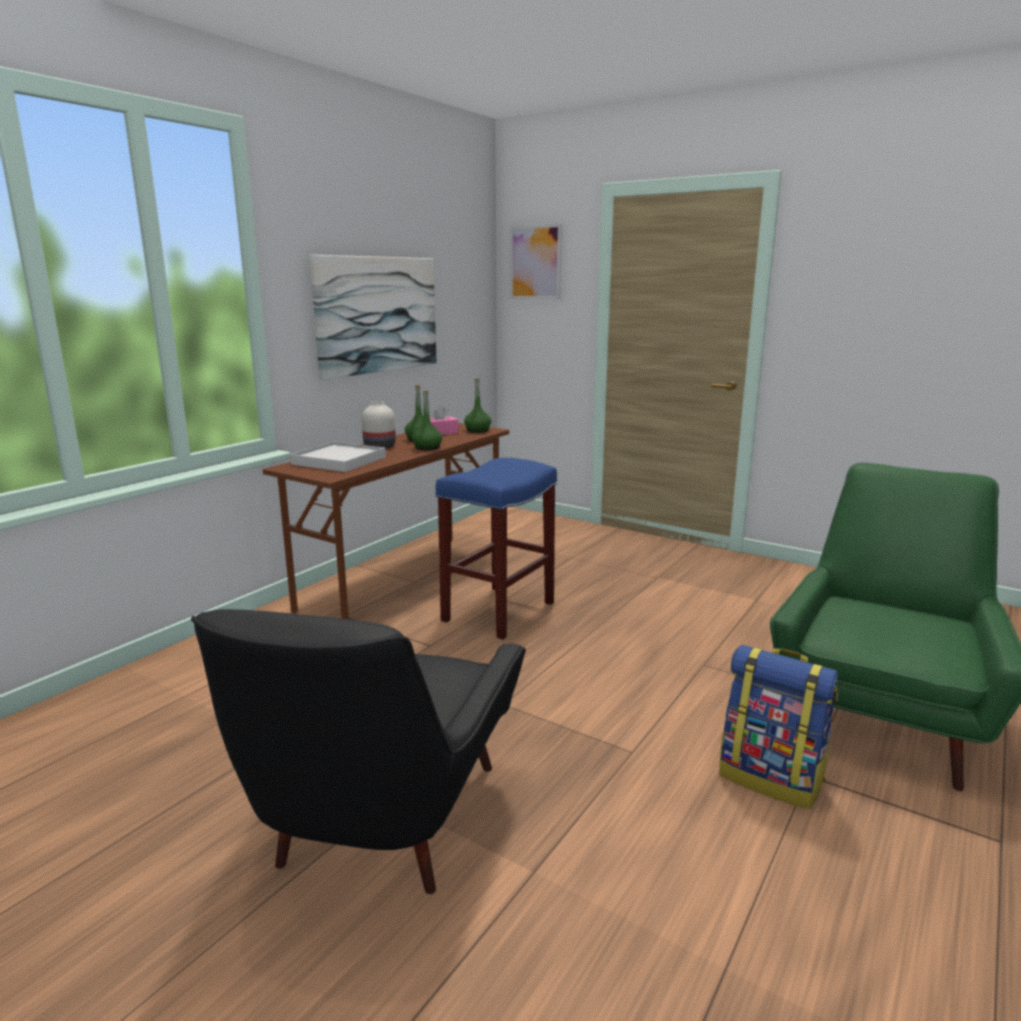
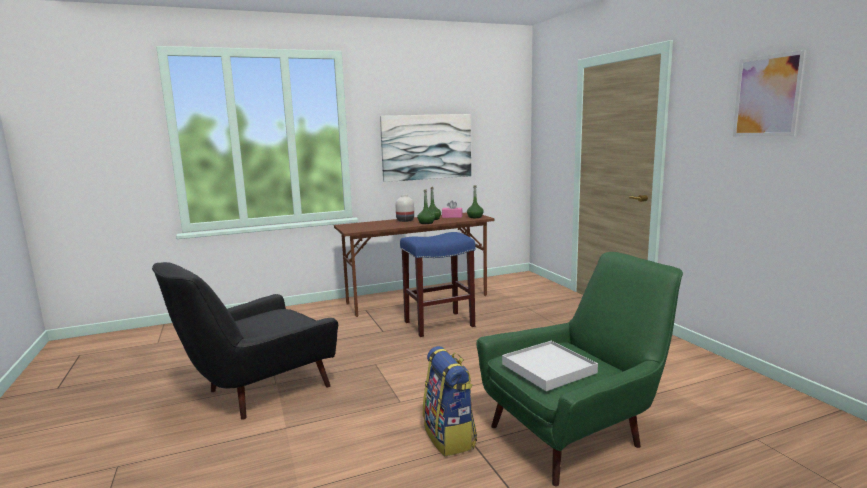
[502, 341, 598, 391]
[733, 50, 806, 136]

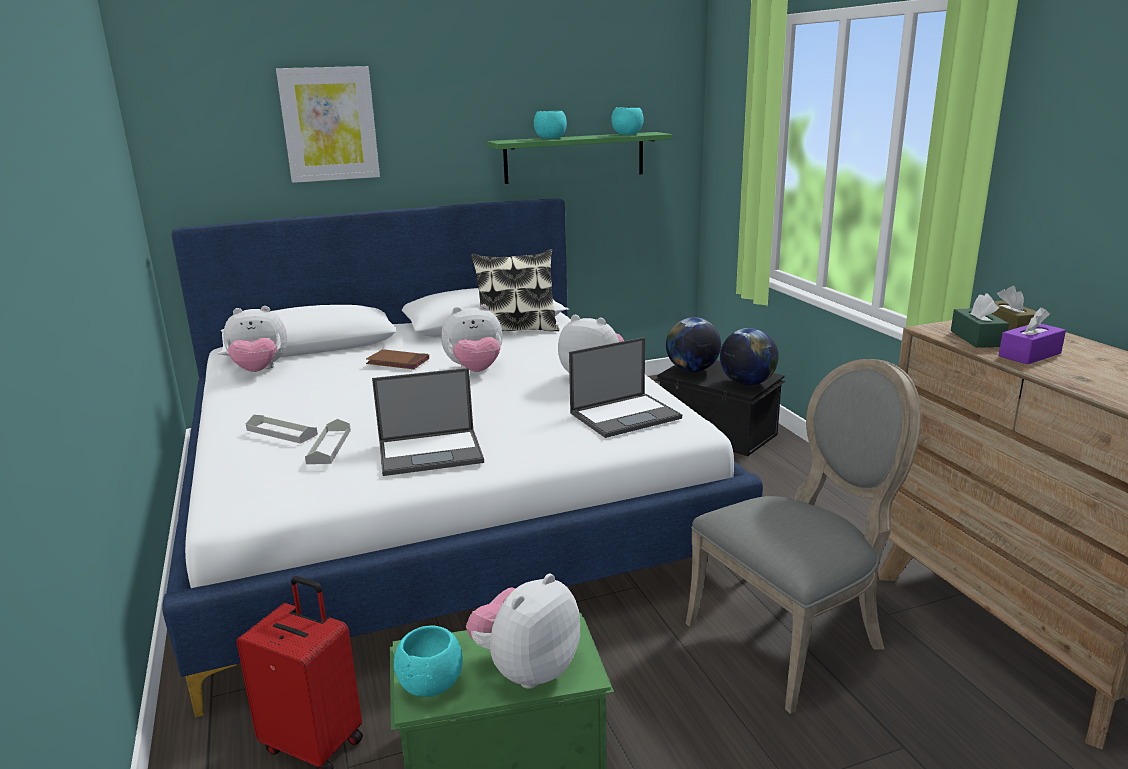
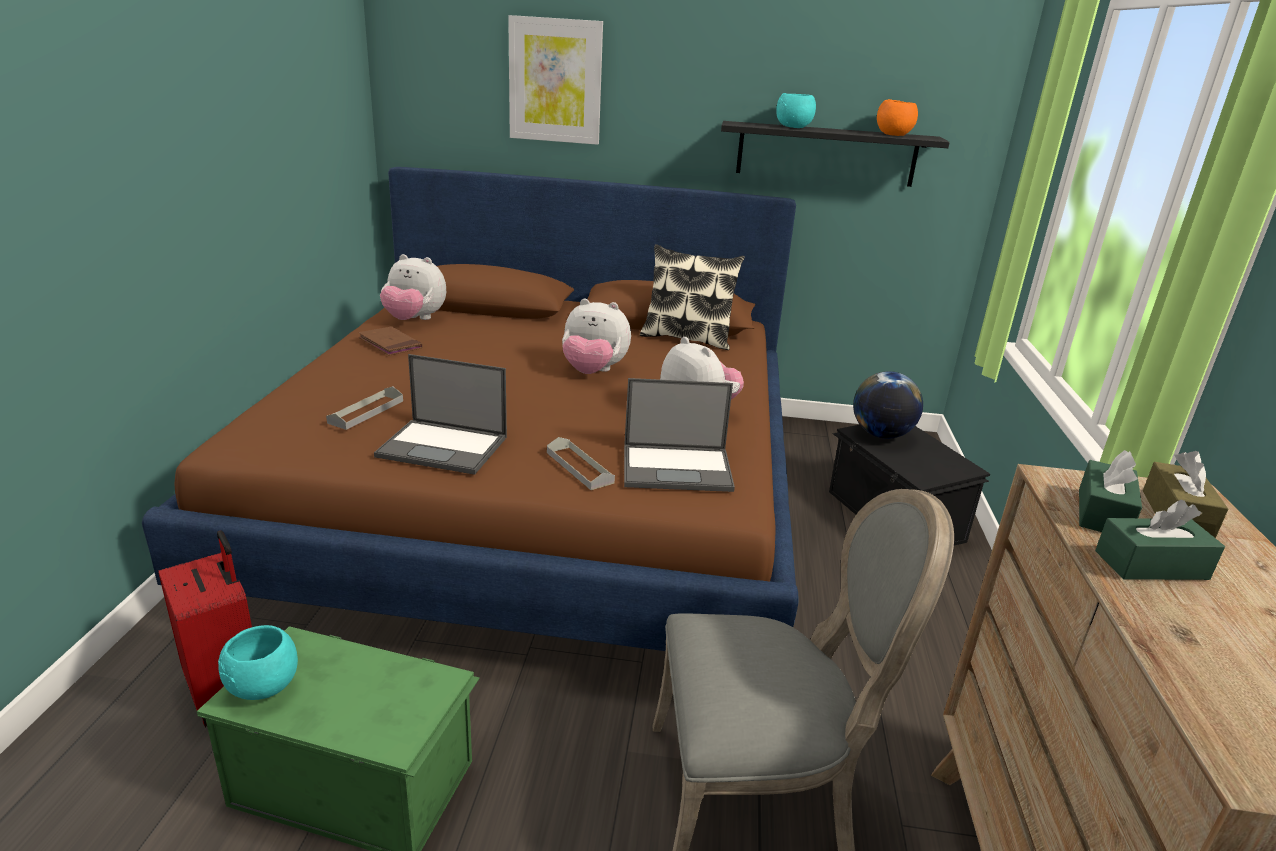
[142, 167, 799, 651]
[547, 437, 615, 490]
[358, 326, 422, 356]
[466, 574, 580, 689] (first image)
[721, 121, 950, 187]
[877, 99, 918, 136]
[720, 328, 779, 386] (first image)
[1095, 500, 1225, 580]

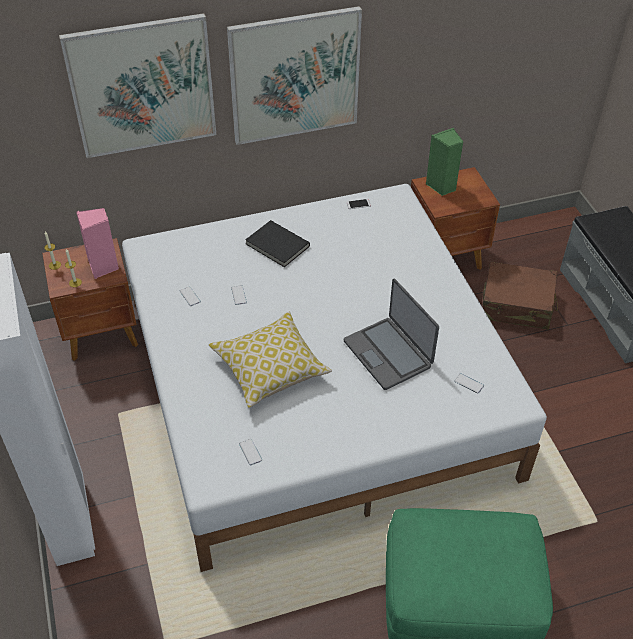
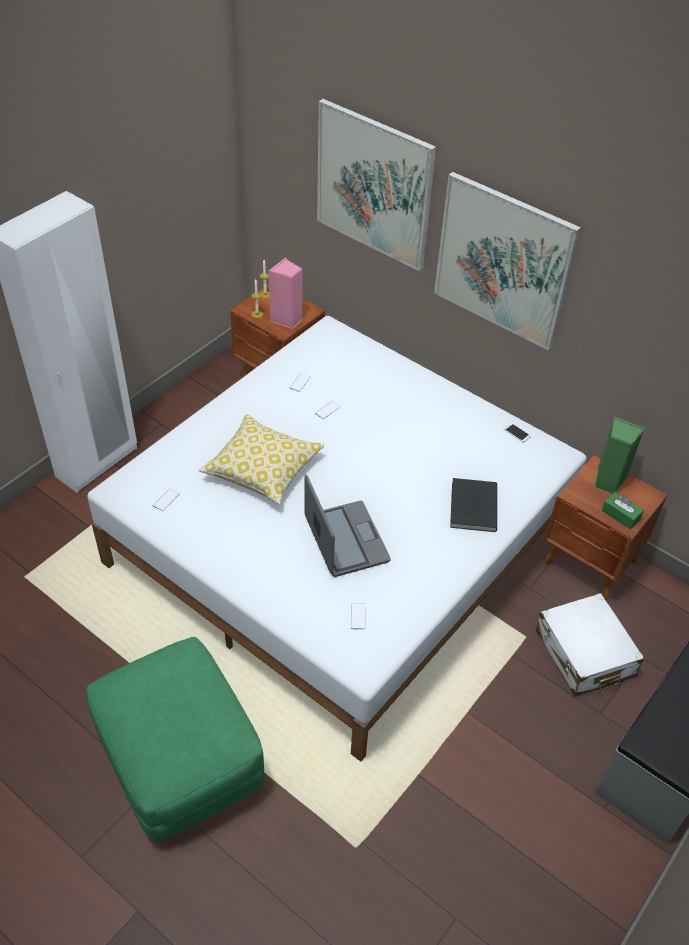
[450, 478, 497, 532]
[305, 475, 391, 577]
[536, 593, 644, 696]
[602, 492, 644, 529]

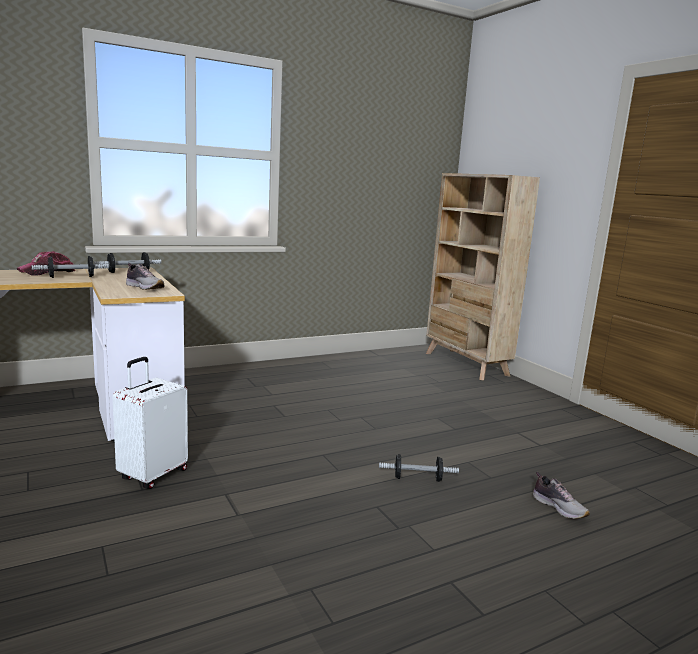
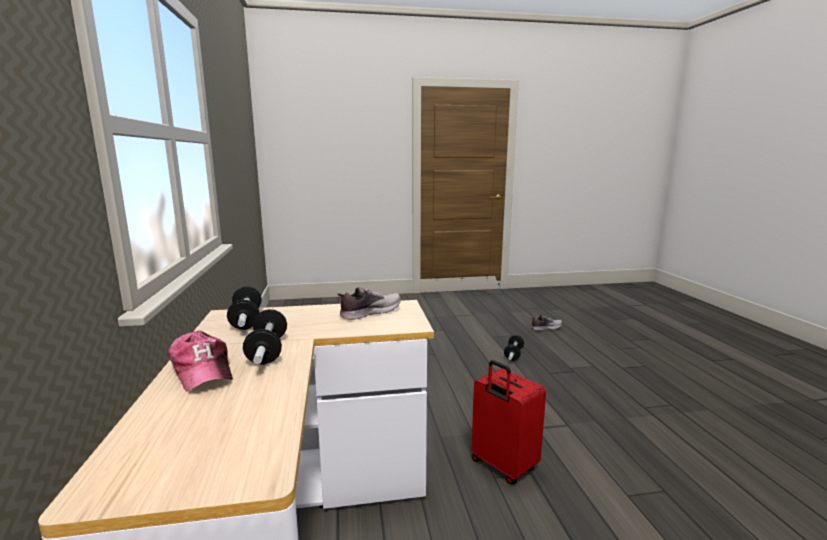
[472, 360, 546, 484]
[426, 173, 540, 381] (first image)

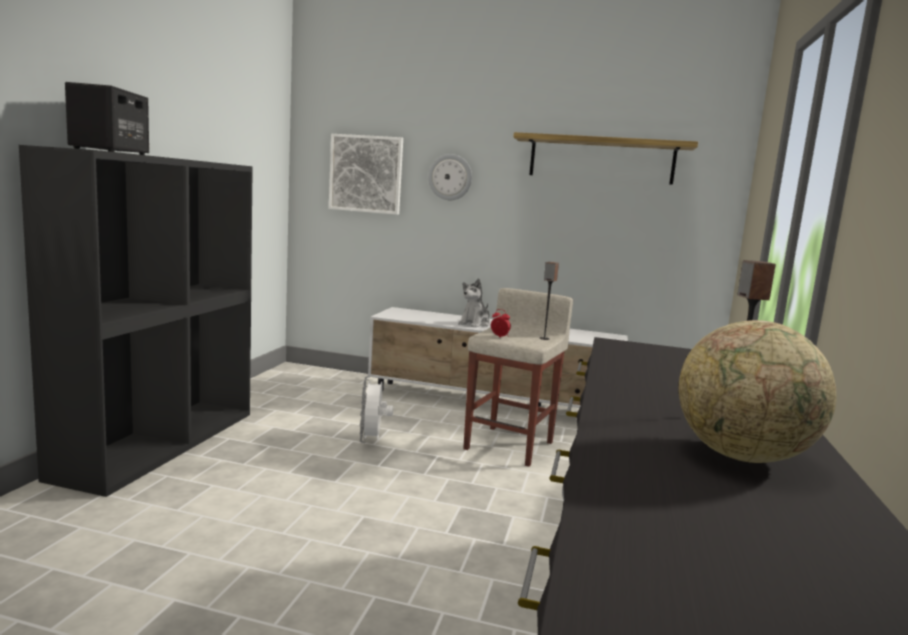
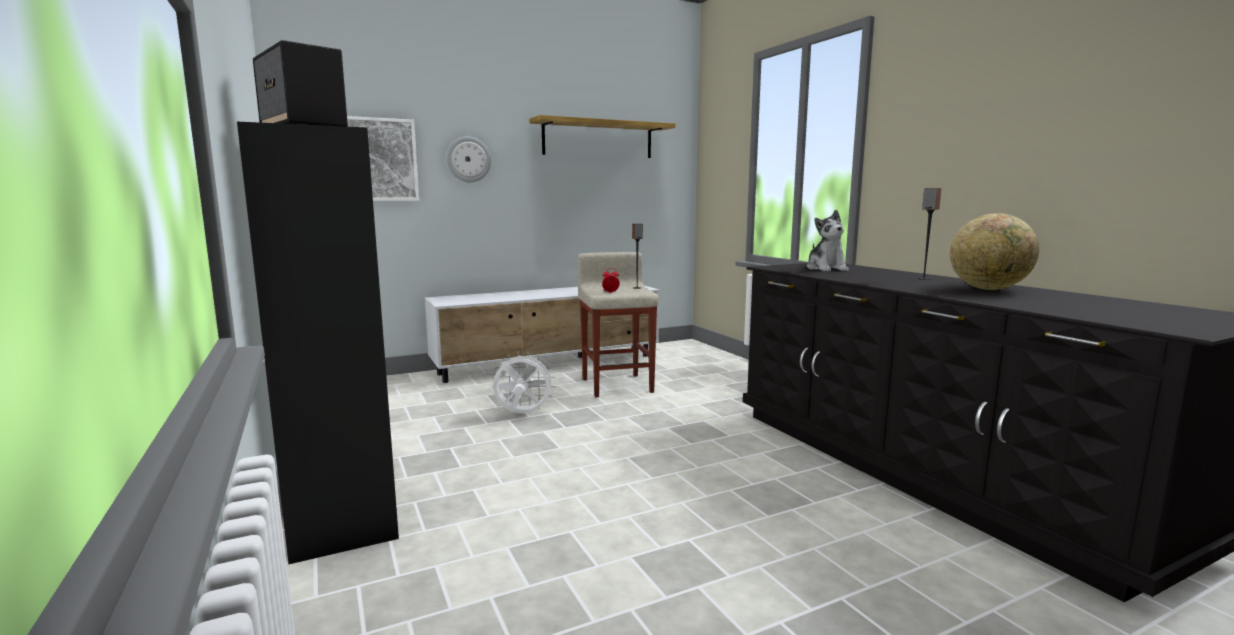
[492, 352, 555, 413]
[807, 210, 849, 271]

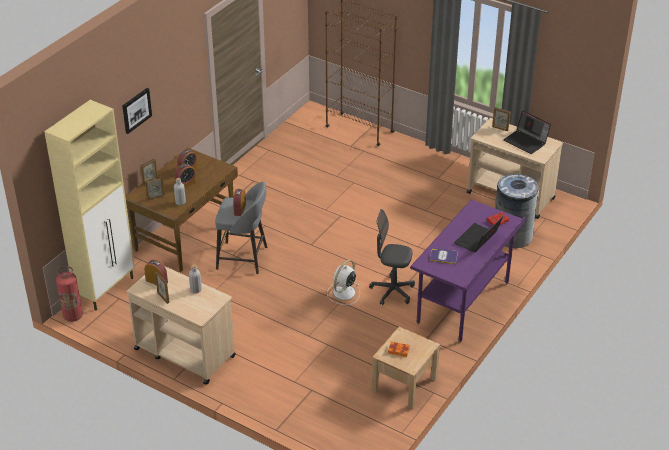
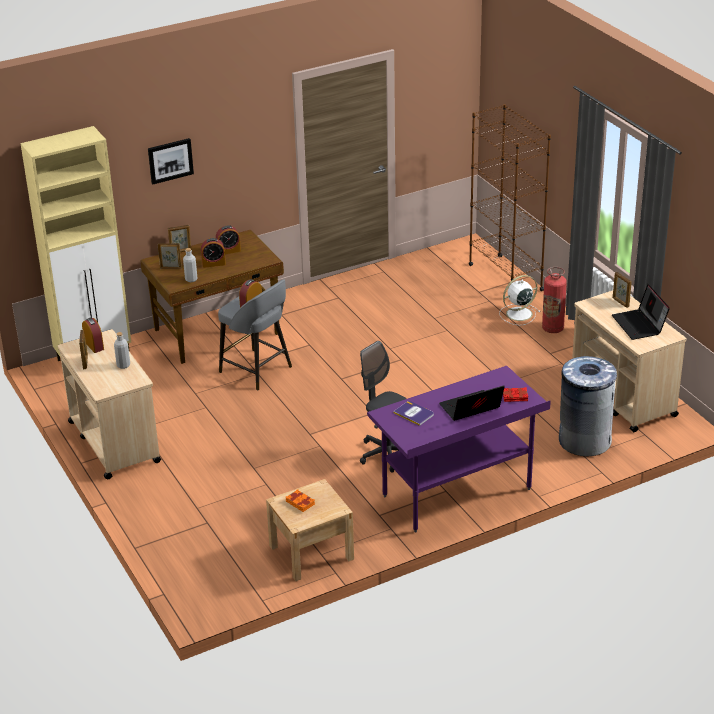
[542, 267, 567, 333]
[499, 275, 540, 326]

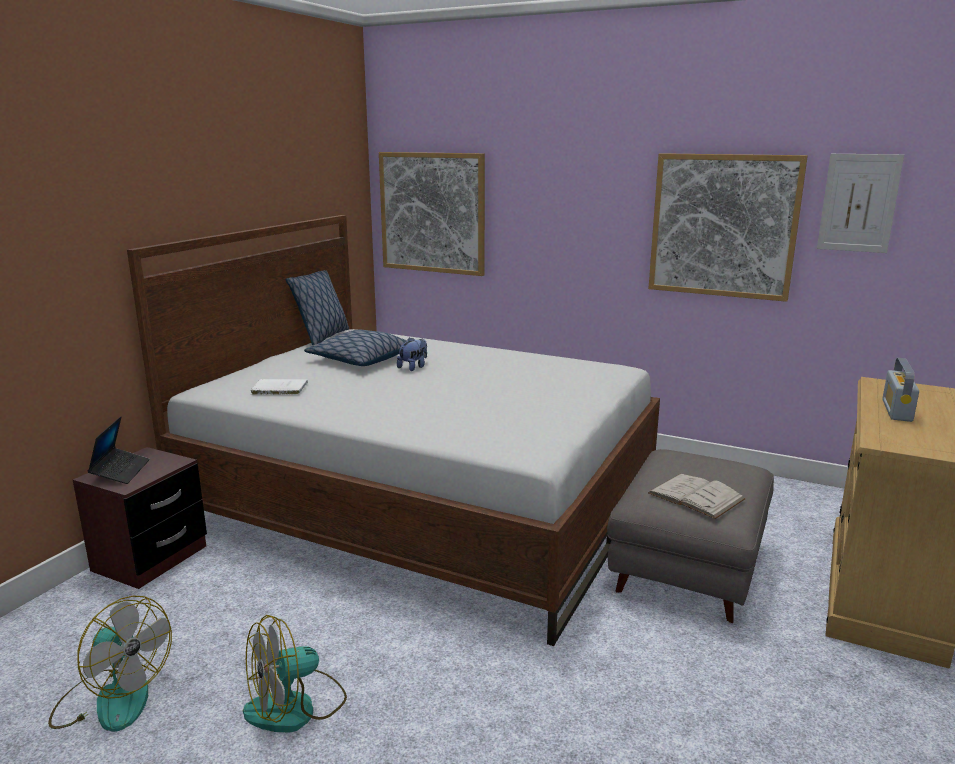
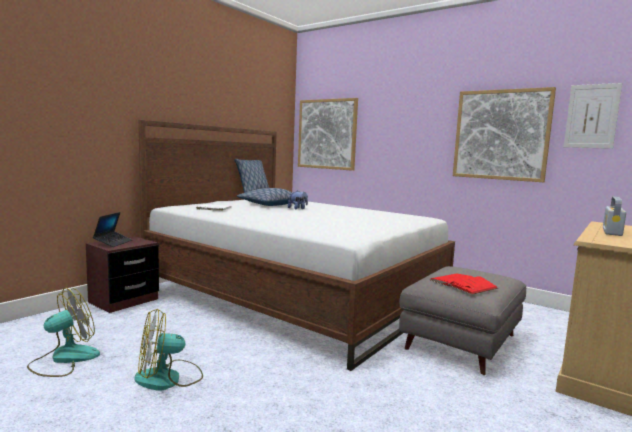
[27, 288, 100, 377]
[430, 273, 498, 295]

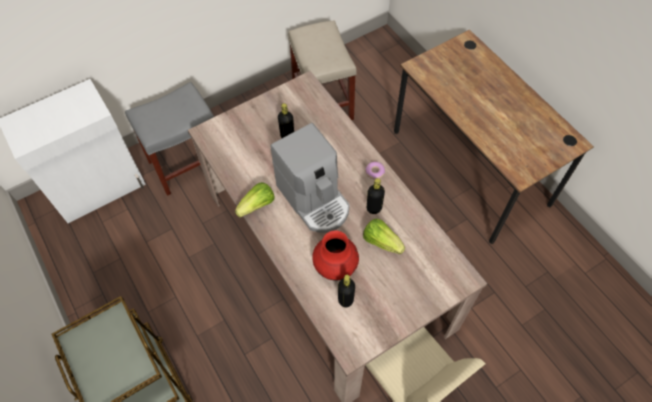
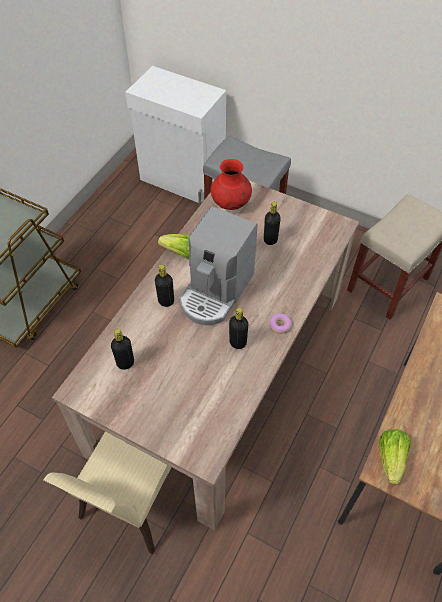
[211, 159, 252, 210]
[379, 429, 411, 484]
[155, 264, 174, 307]

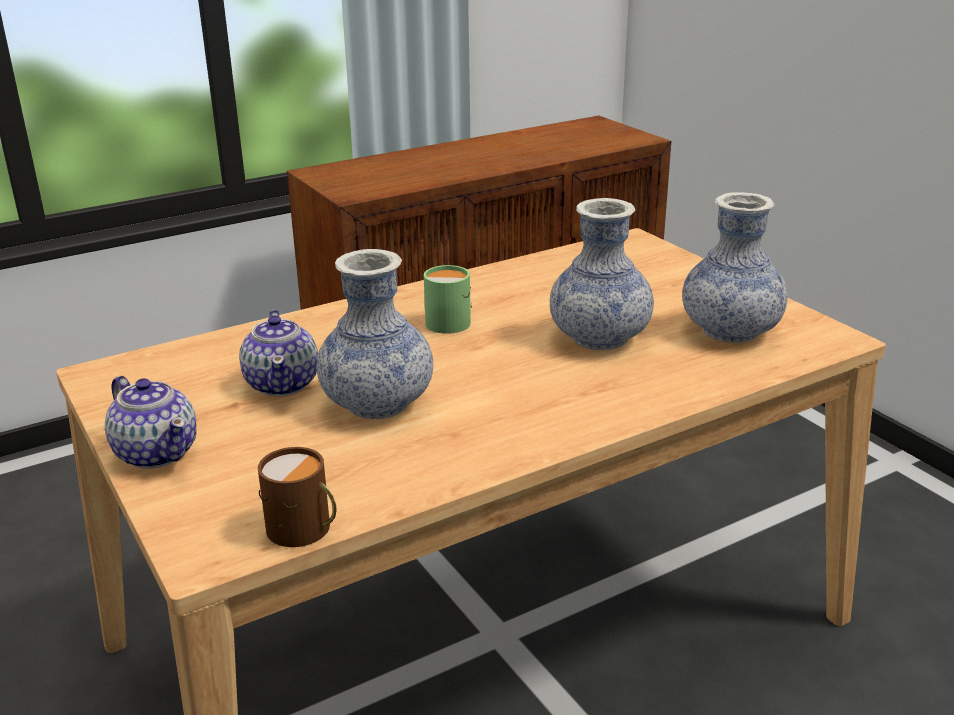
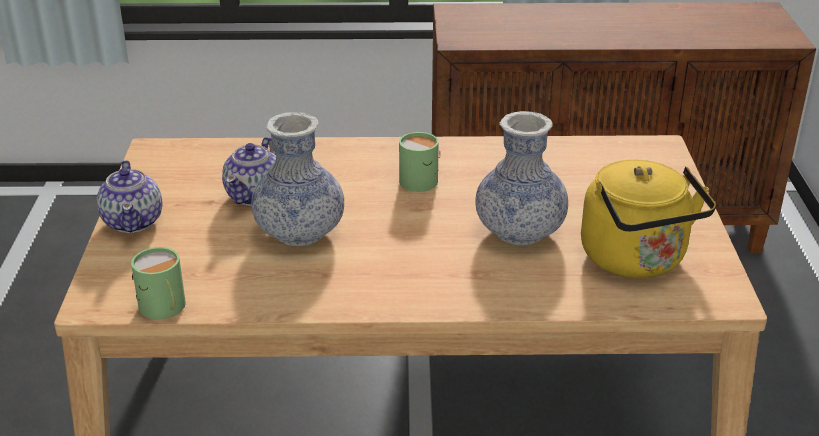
[131, 247, 186, 319]
[581, 160, 716, 278]

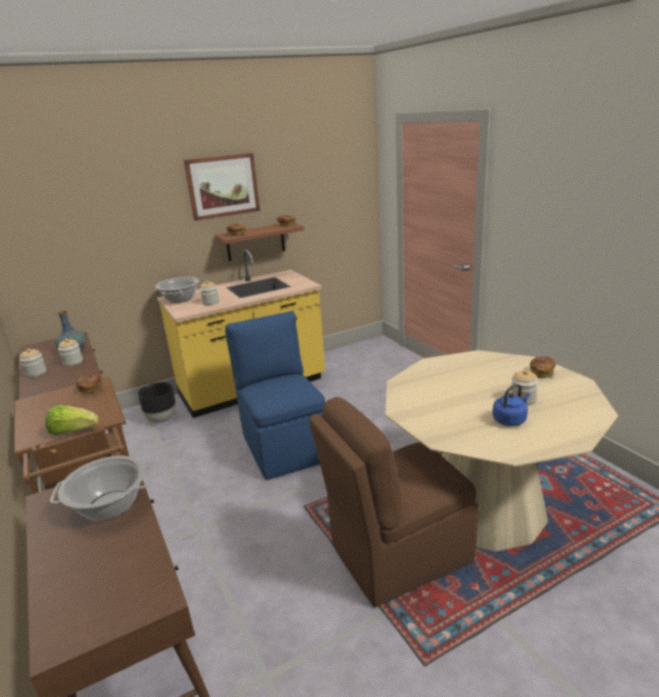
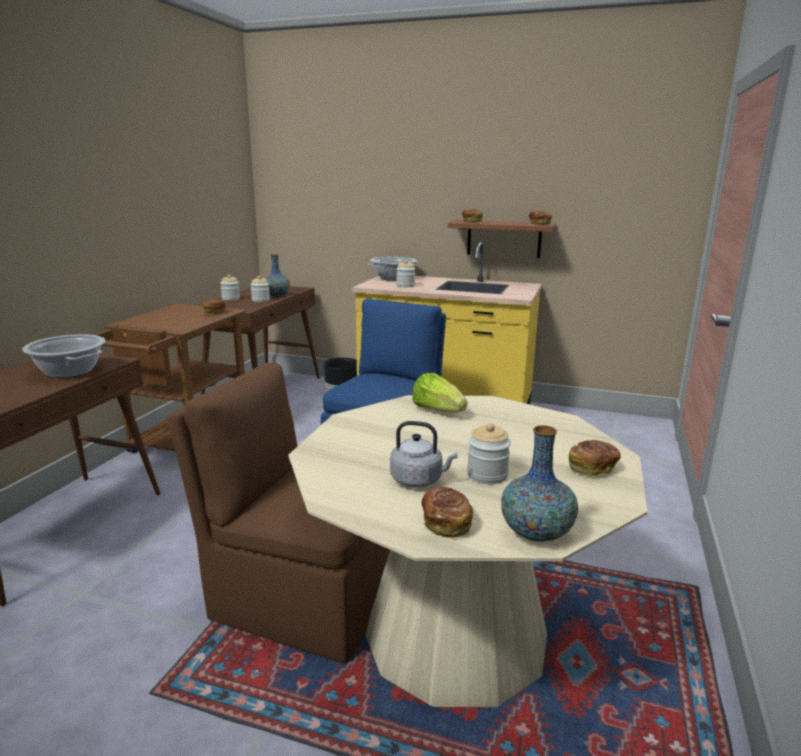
[412, 373, 467, 412]
[184, 153, 260, 221] (first image)
[390, 421, 458, 487]
[421, 487, 473, 538]
[501, 425, 578, 542]

